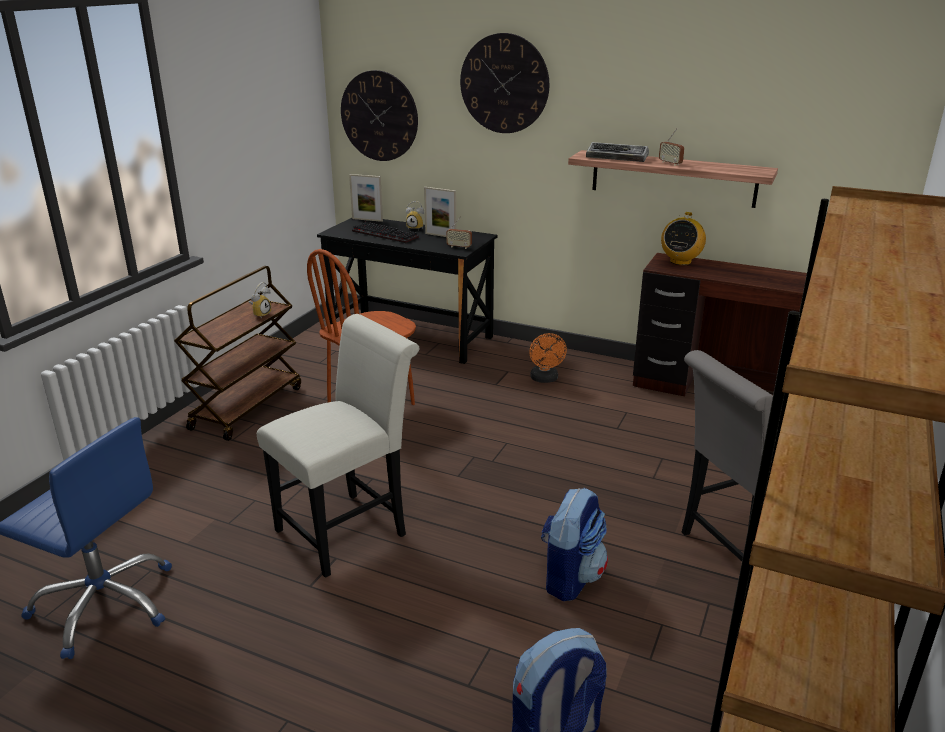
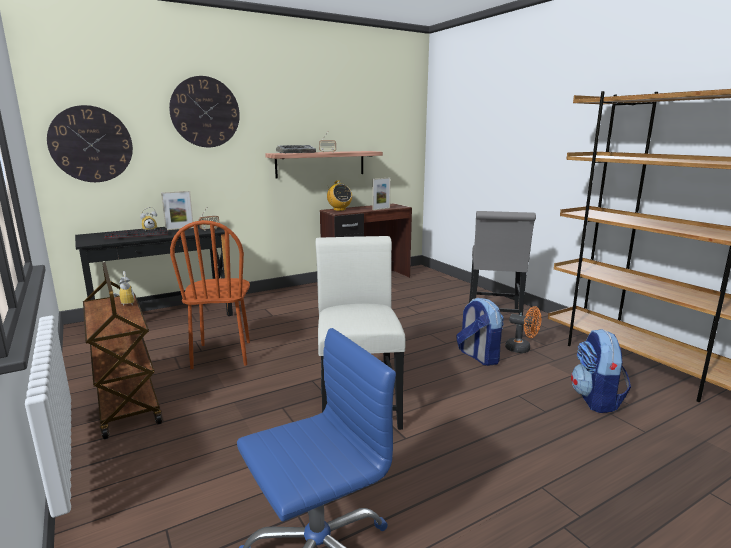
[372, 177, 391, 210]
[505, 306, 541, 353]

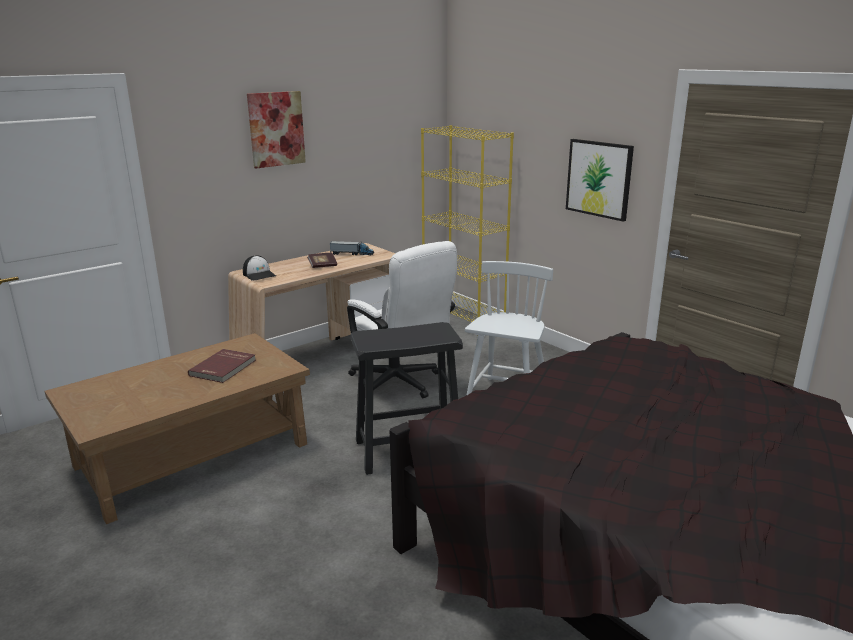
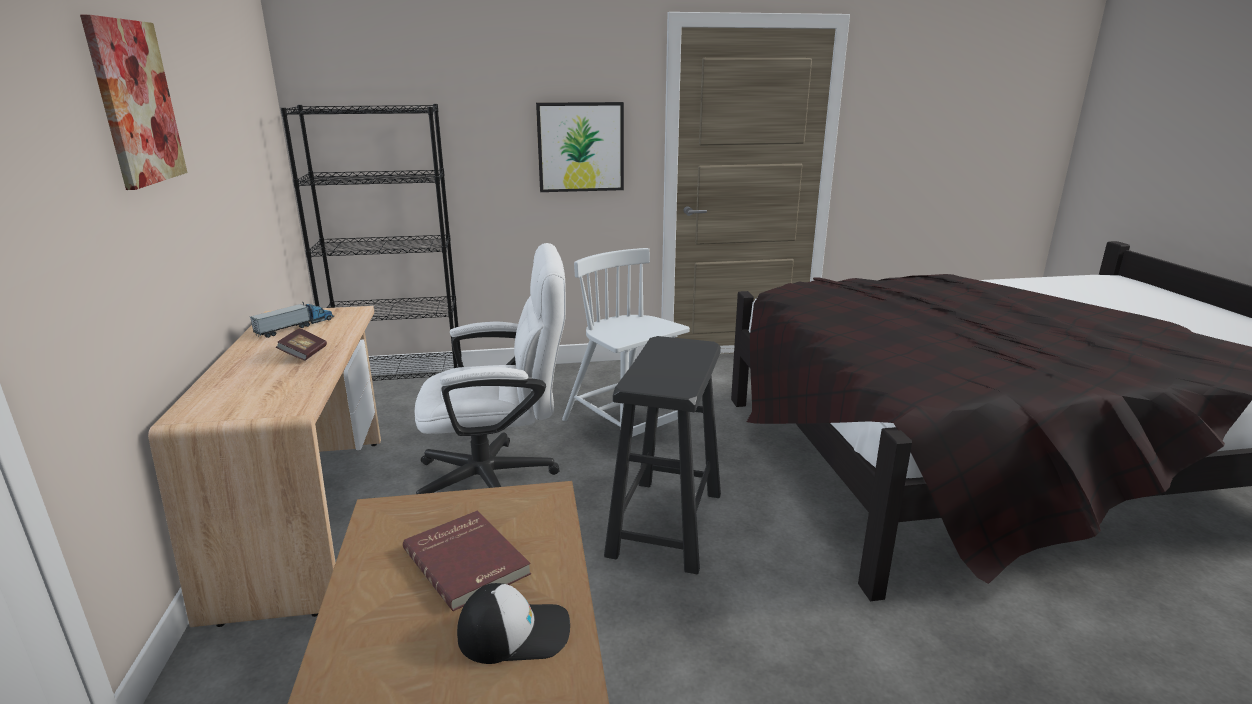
[457, 583, 570, 664]
[281, 104, 463, 381]

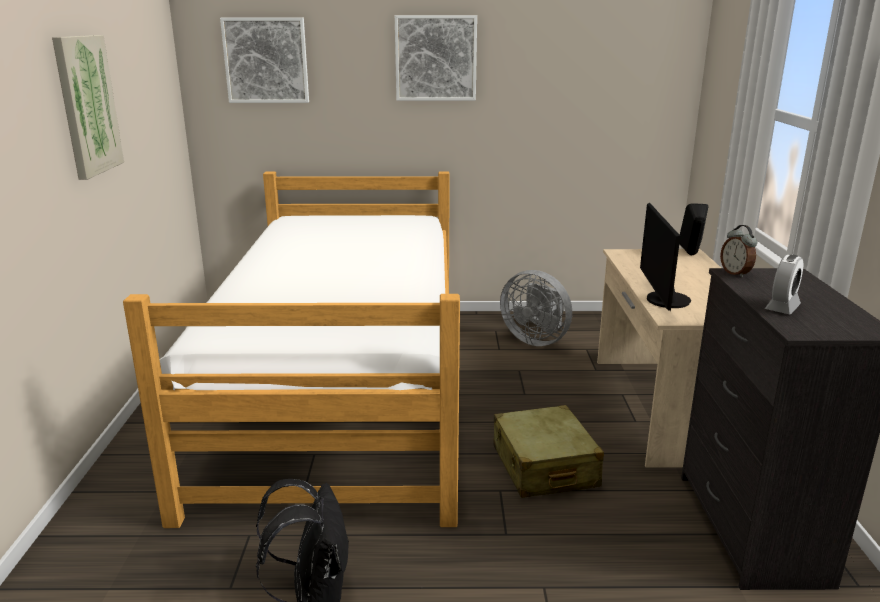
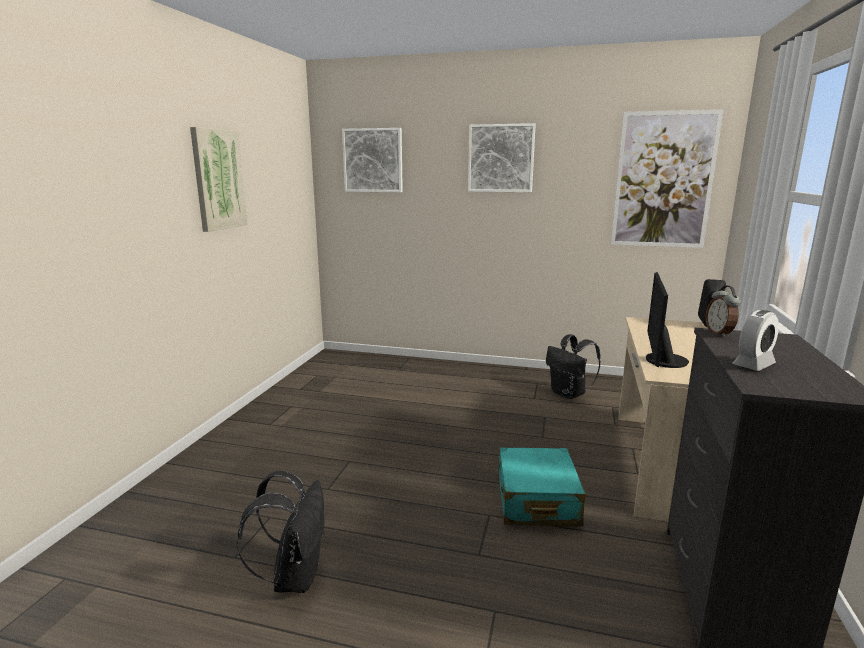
[123, 171, 460, 528] (first image)
[496, 447, 586, 527]
[546, 334, 601, 399]
[611, 109, 724, 248]

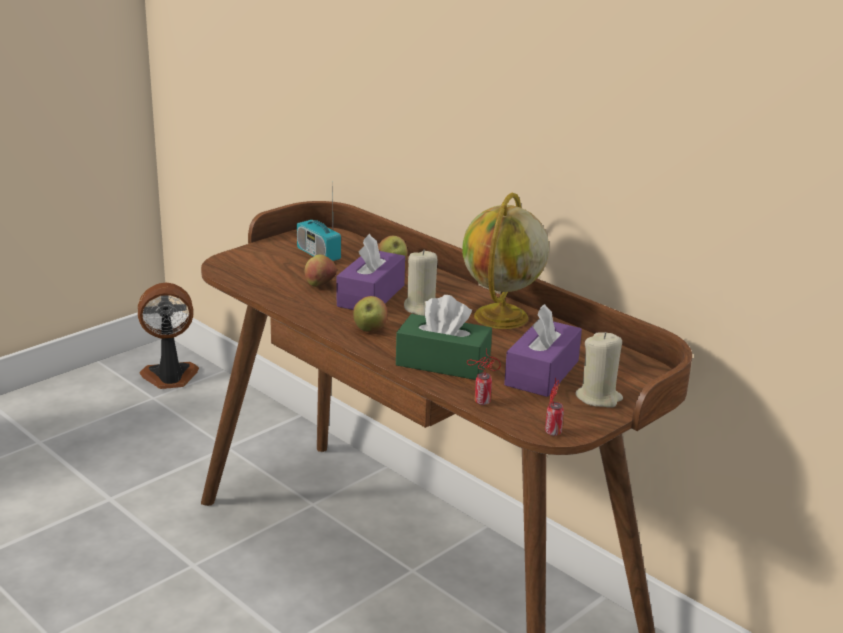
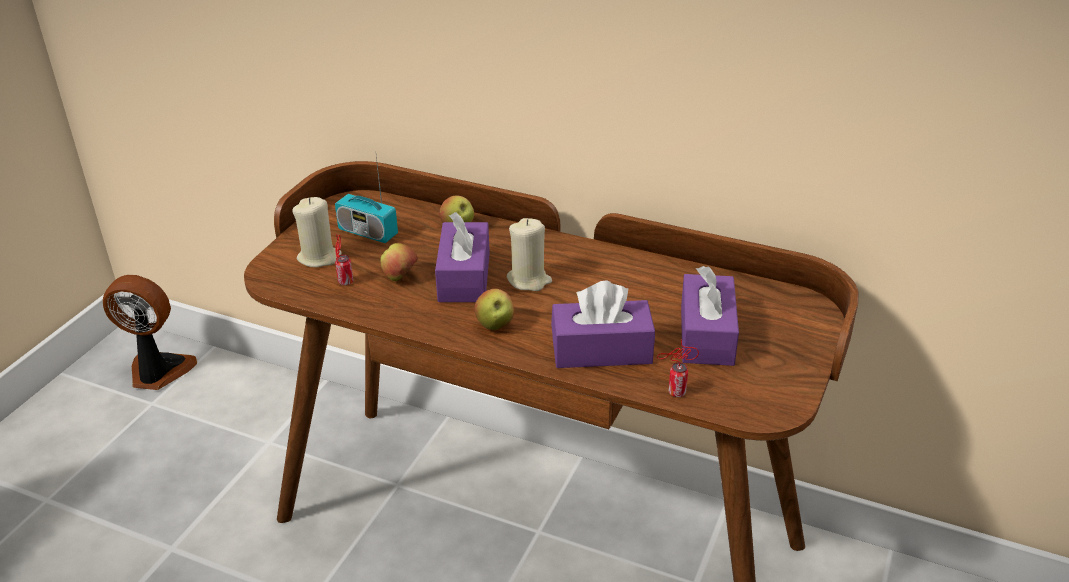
[103, 275, 197, 390]
[551, 280, 655, 368]
[462, 193, 549, 329] (first image)
[335, 234, 353, 285]
[292, 197, 342, 267]

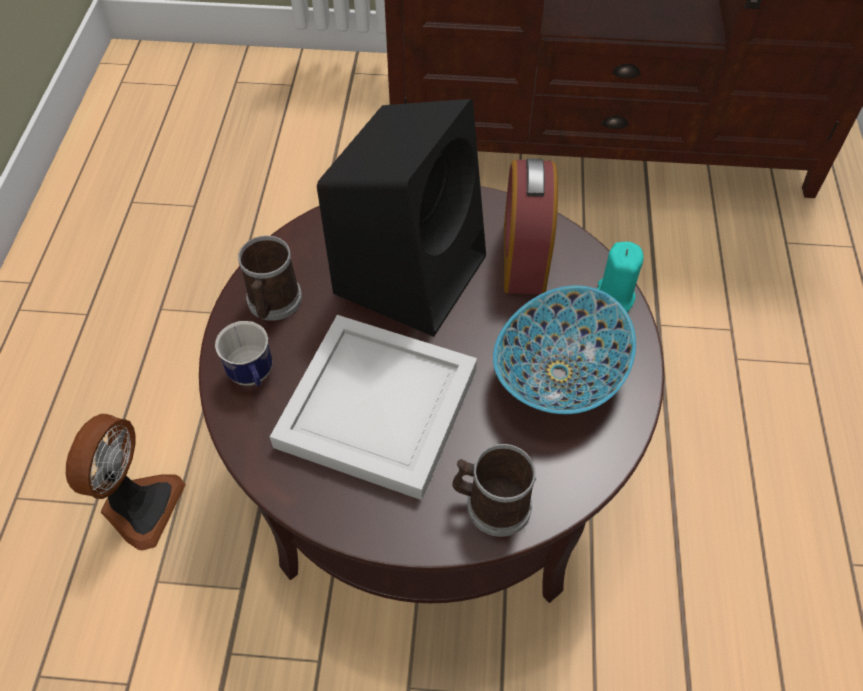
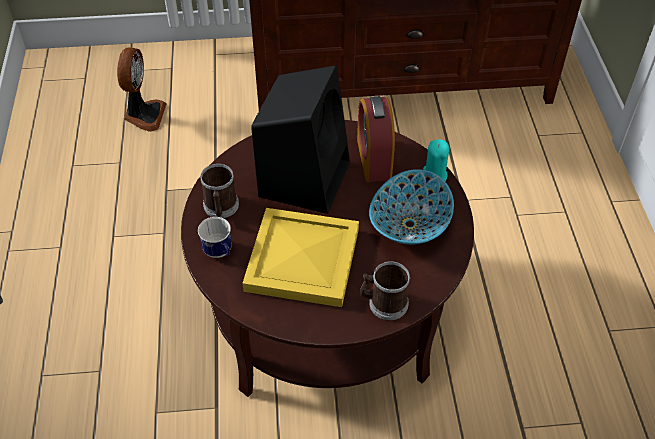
[117, 48, 167, 132]
[242, 208, 359, 307]

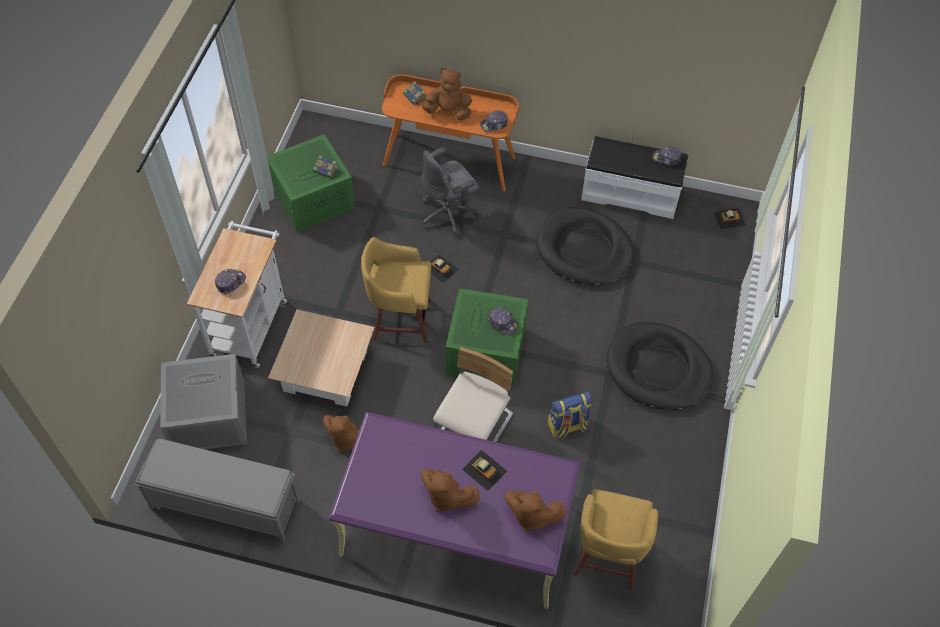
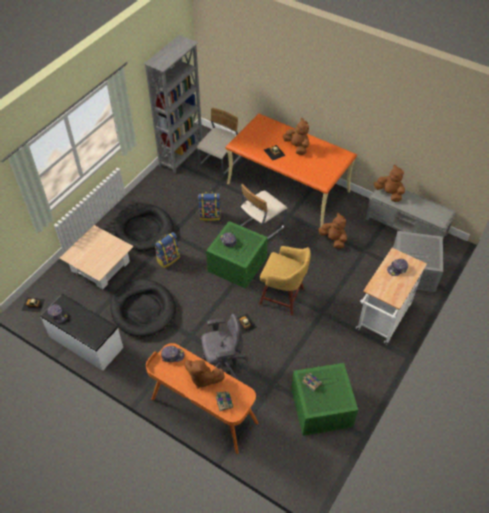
[59, 225, 134, 289]
[226, 113, 357, 228]
[374, 165, 405, 202]
[197, 108, 241, 175]
[144, 35, 202, 173]
[155, 232, 180, 268]

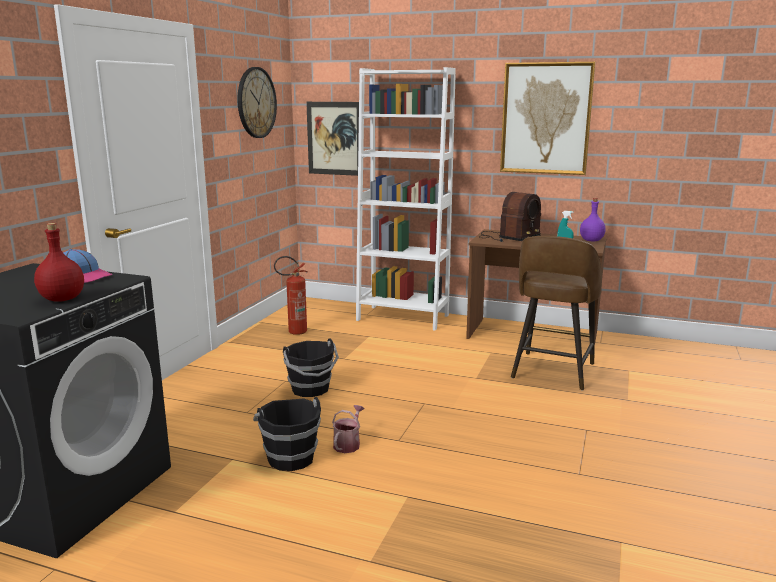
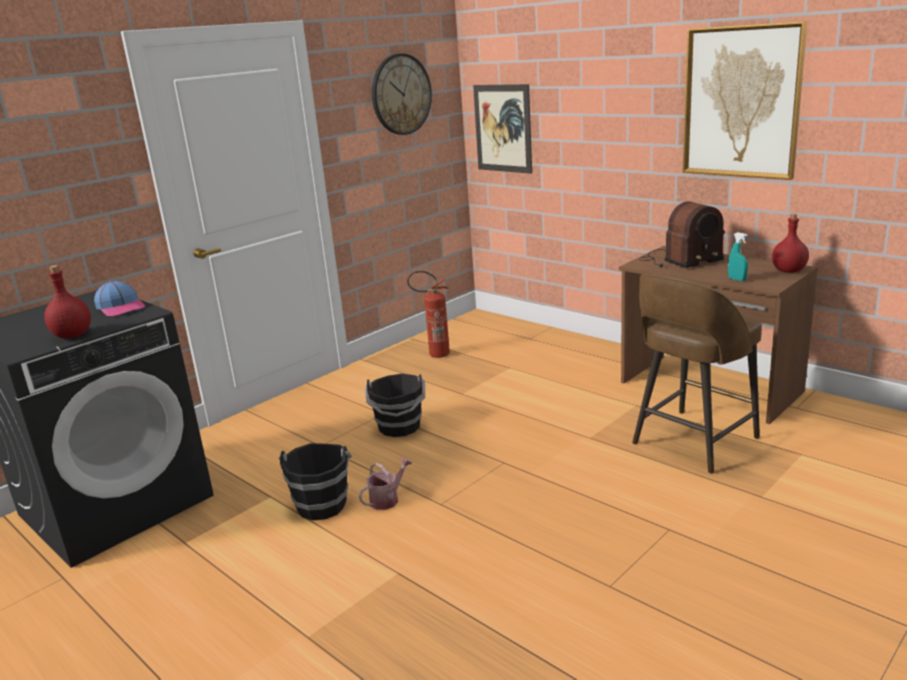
[356, 67, 456, 331] (first image)
[772, 214, 809, 273]

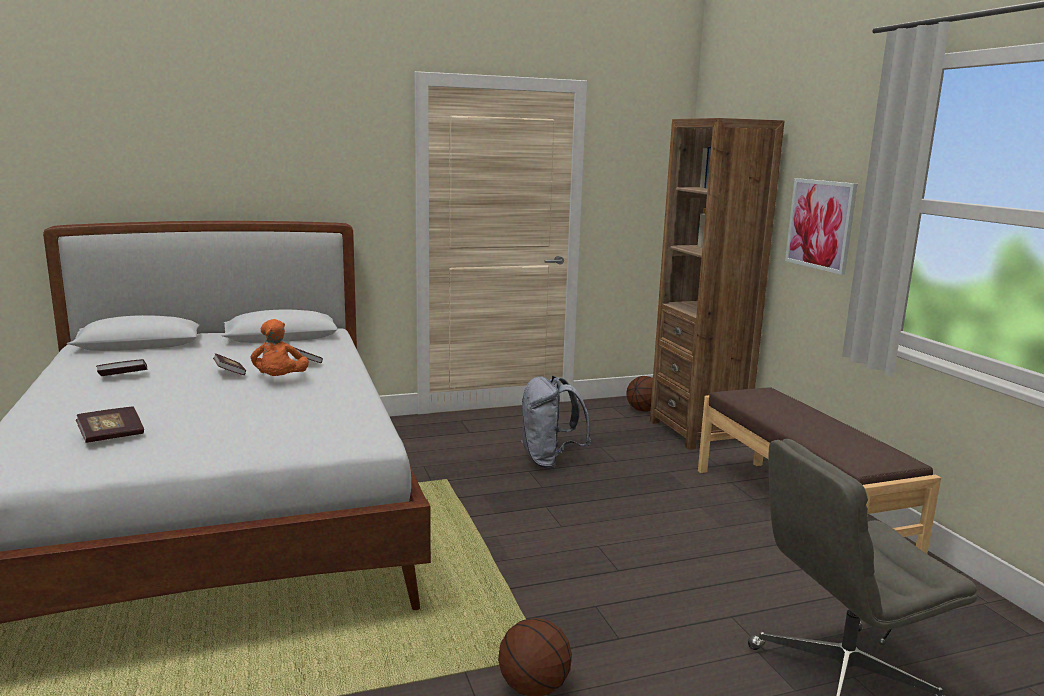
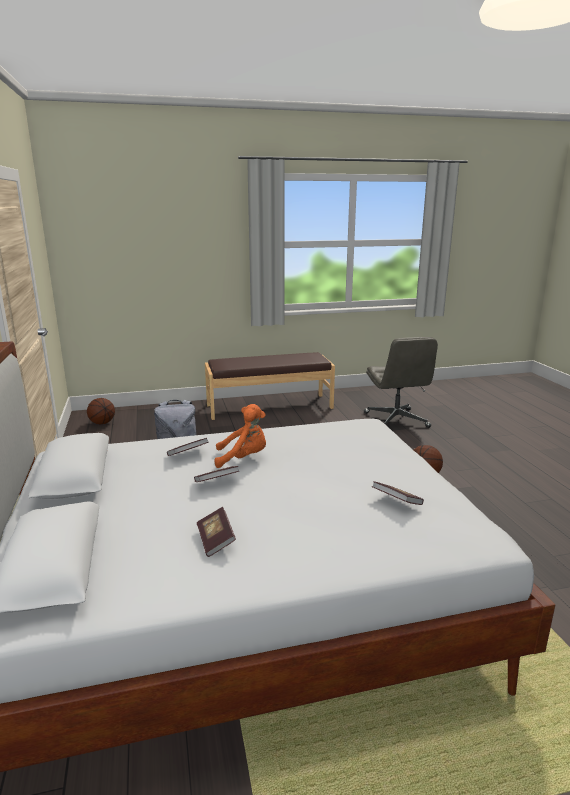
[650, 118, 785, 450] (first image)
[785, 178, 857, 275] (first image)

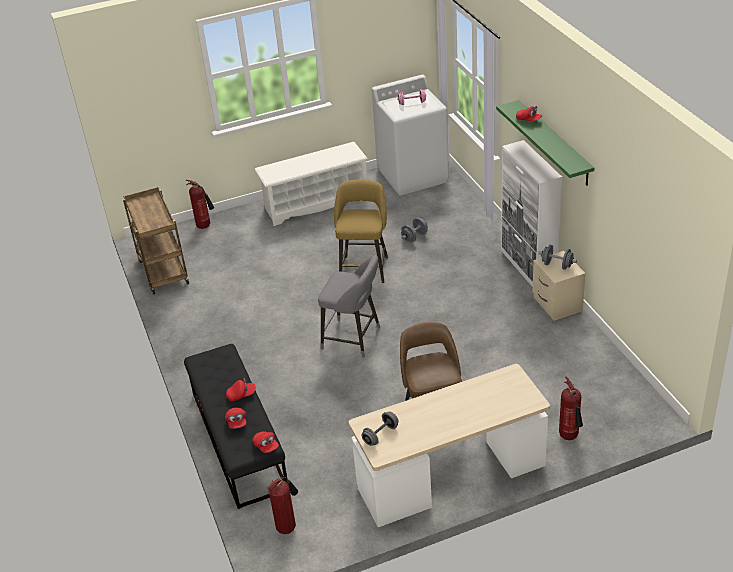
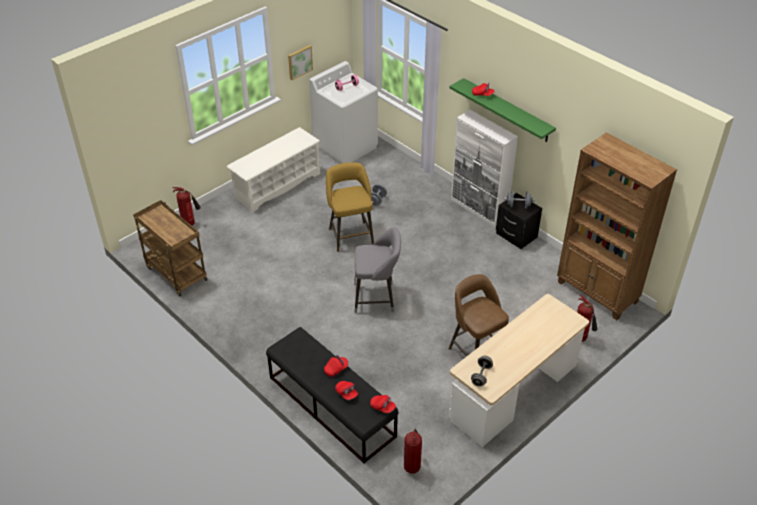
[496, 193, 542, 249]
[288, 45, 313, 80]
[557, 132, 677, 320]

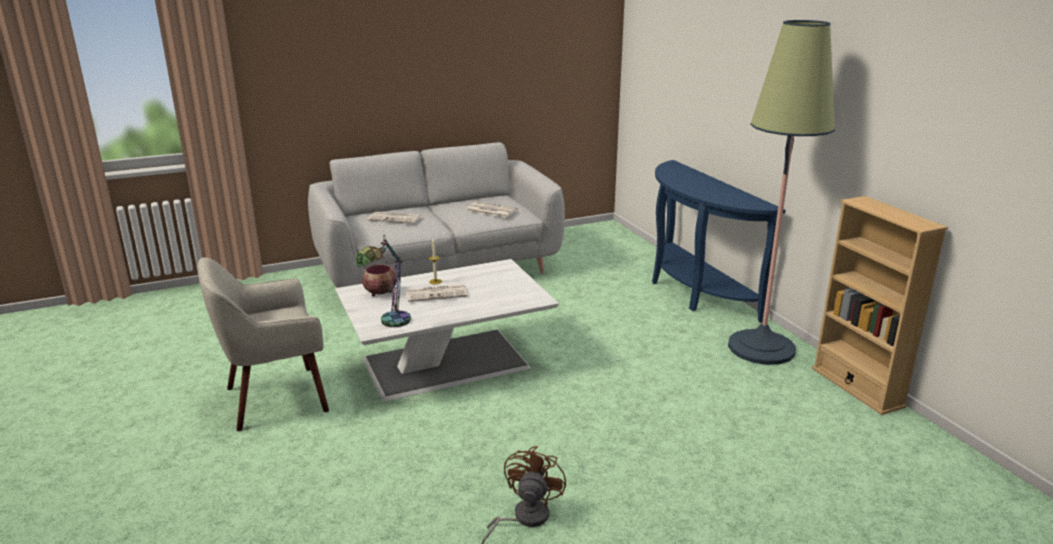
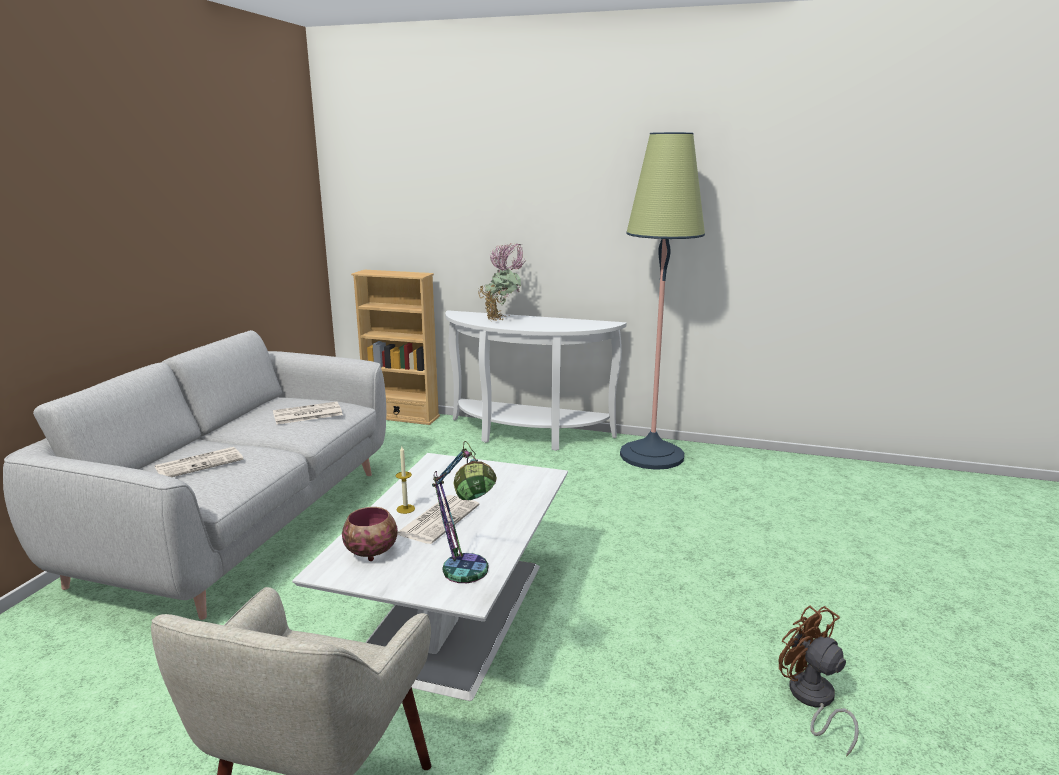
[445, 310, 627, 451]
[351, 270, 440, 425]
[478, 243, 525, 321]

